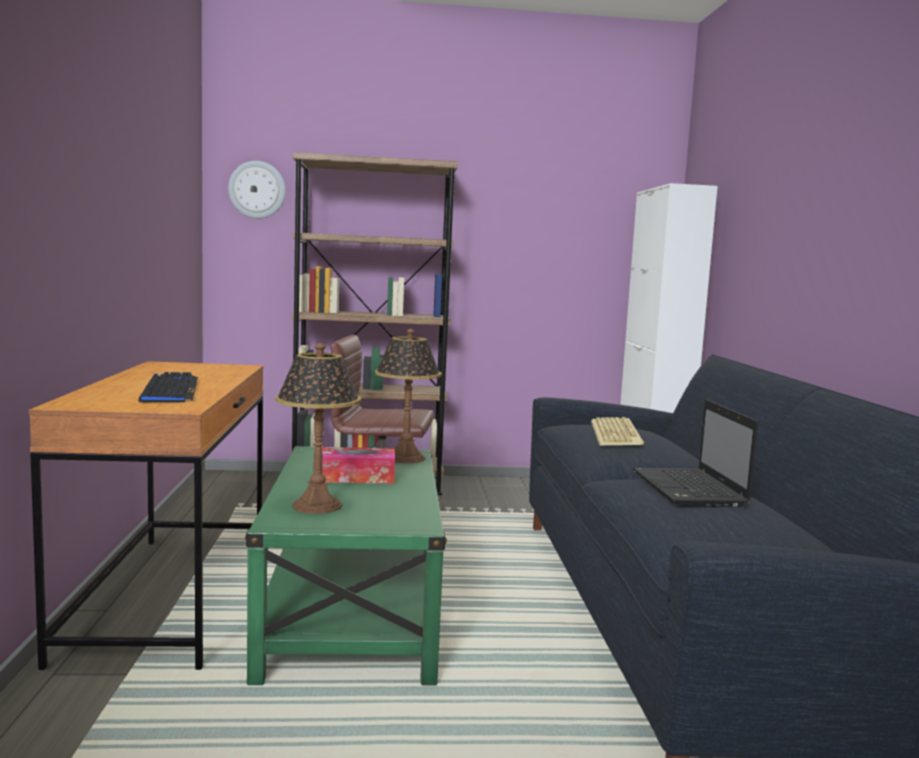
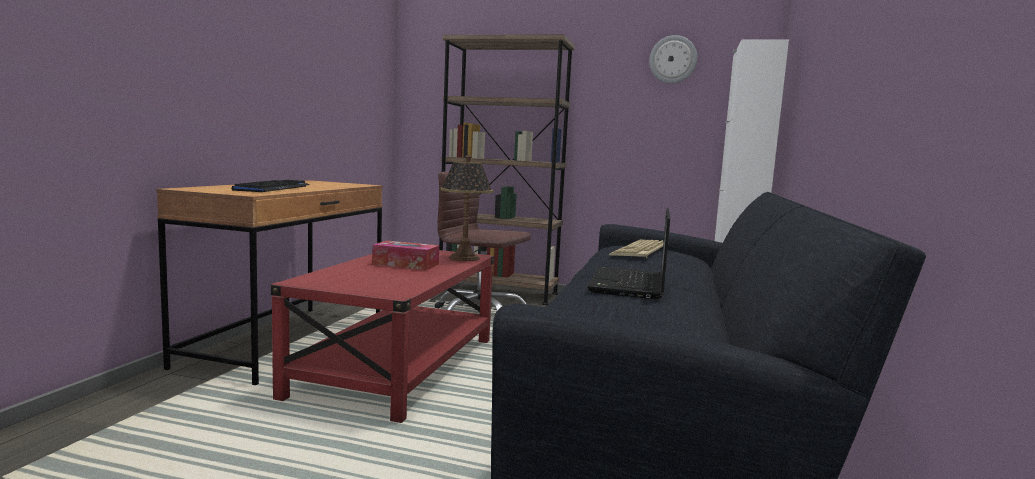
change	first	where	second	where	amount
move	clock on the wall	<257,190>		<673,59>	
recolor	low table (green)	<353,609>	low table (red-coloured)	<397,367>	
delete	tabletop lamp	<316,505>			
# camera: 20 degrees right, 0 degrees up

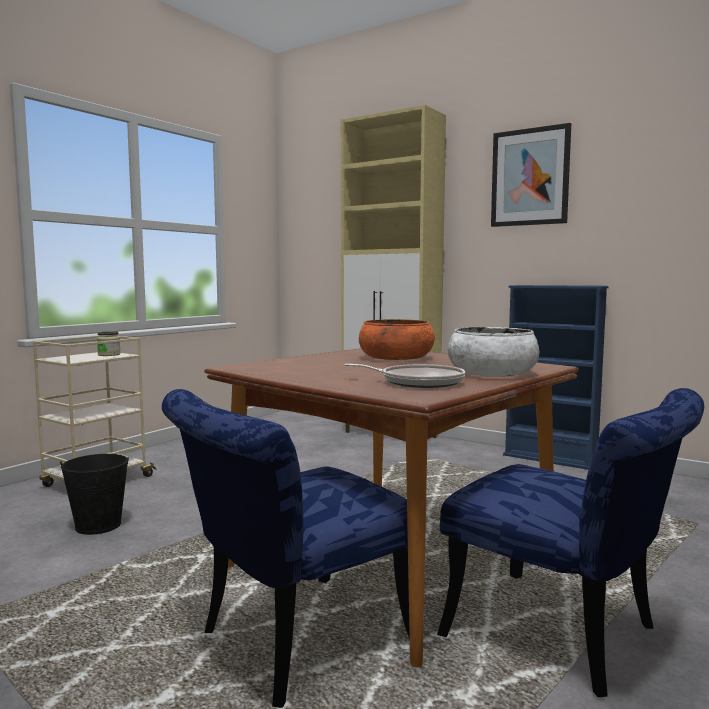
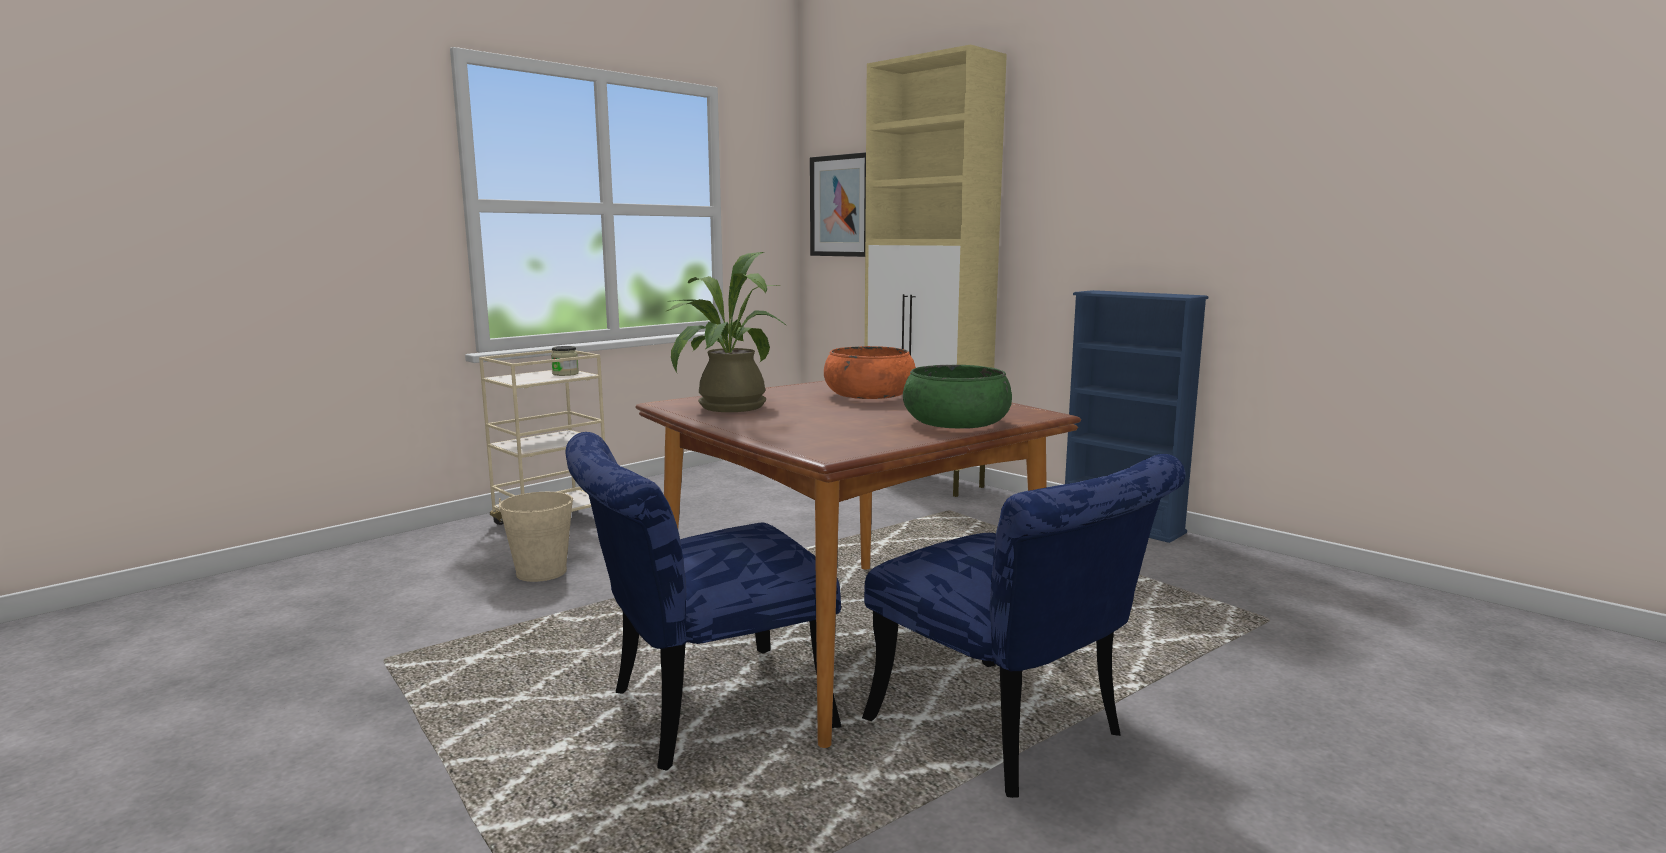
change	first	where	second	where	amount
recolor	bucket (black-coloured)	<98,525>	bucket (beige)	<541,572>	
delete	pan	<418,382>			
recolor	serving bowl (white-coloured)	<492,373>	serving bowl (green)	<956,423>	
move	wall picture	<530,177>		<841,206>	
insert			houseplant	<724,408>	
# camera: 10 degrees right, 5 degrees up

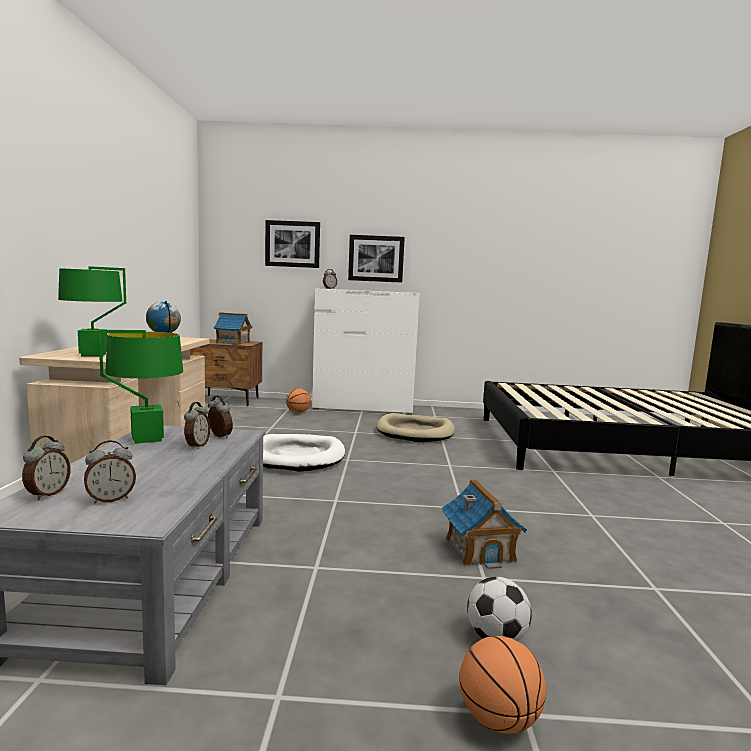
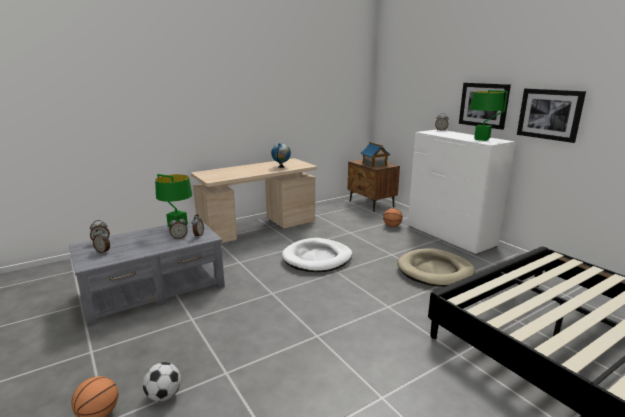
change	first	where	second	where	amount
move	tabletop lamp (green)	<94,355>		<482,139>	
move	wall picture	<292,244>		<549,114>	
delete	toy house	<480,550>			
# camera: 55 degrees right, 10 degrees up

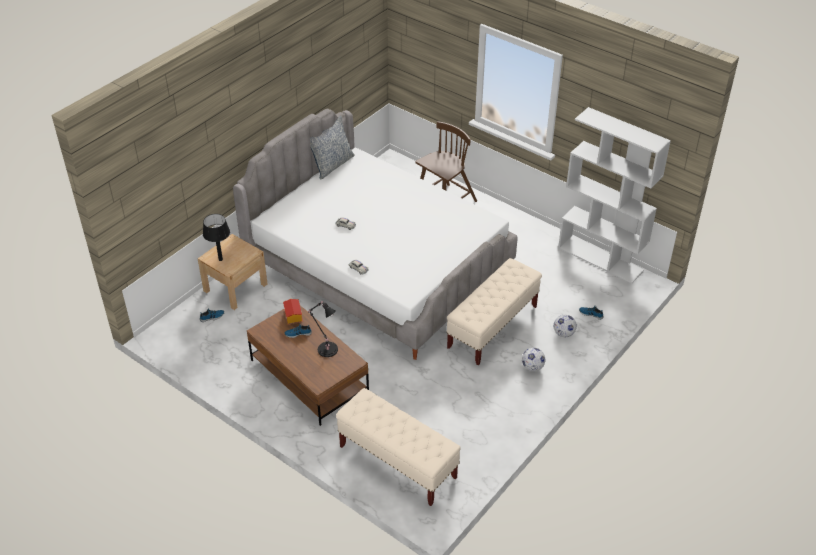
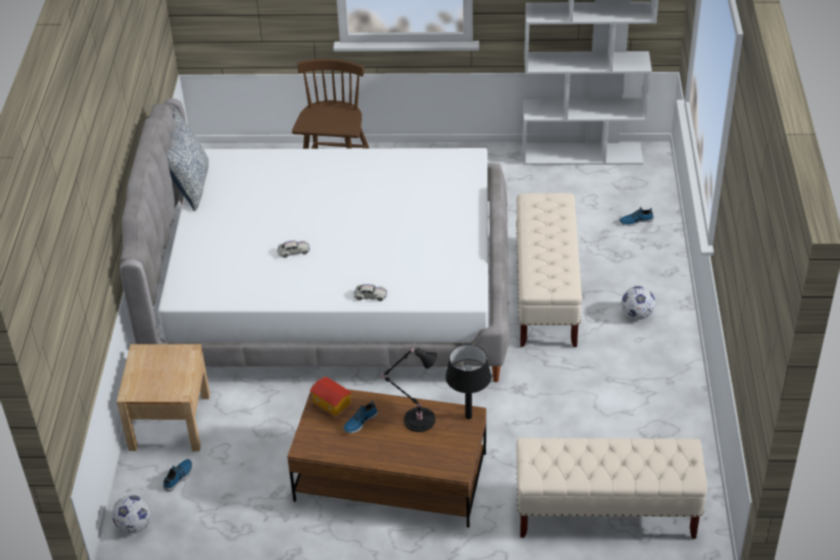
change	first	where	second	where	amount
move	tabletop lamp (black-coloured)	<220,259>		<468,417>	
move	ball for football	<563,333>		<134,526>	
# camera: 35 degrees left, 0 degrees up

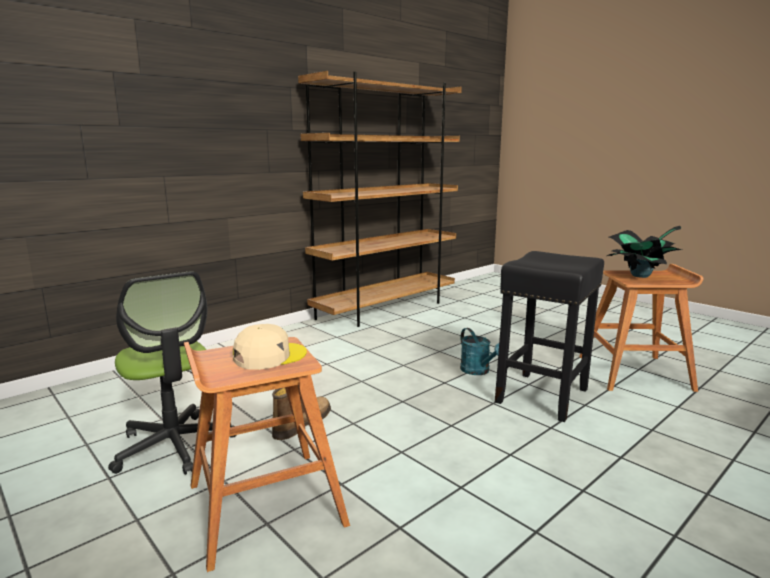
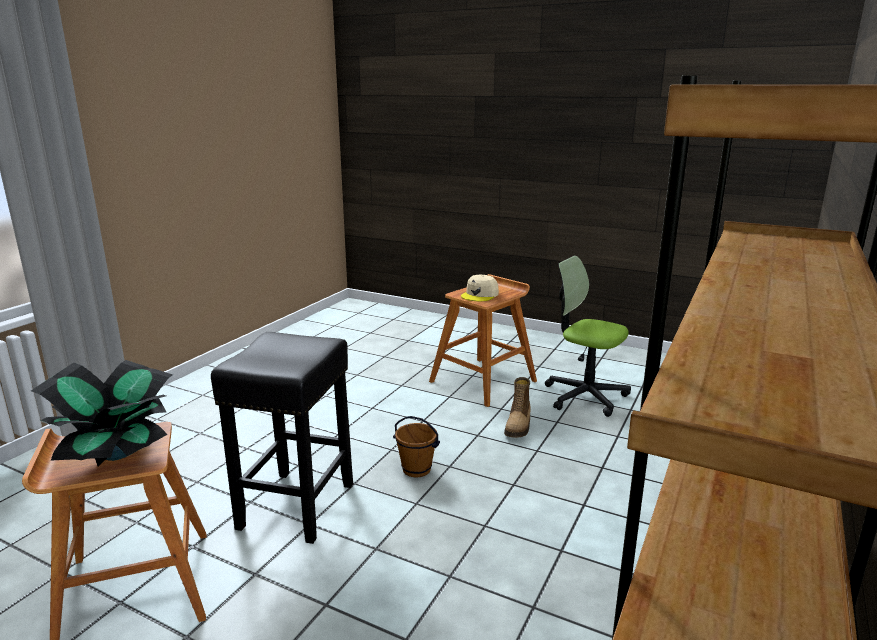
change	first	where	second	where	amount
delete	watering can (blue-green)	<478,371>			
insert			bucket (brown-coloured)	<417,469>	
# camera: 160 degrees right, 5 degrees up

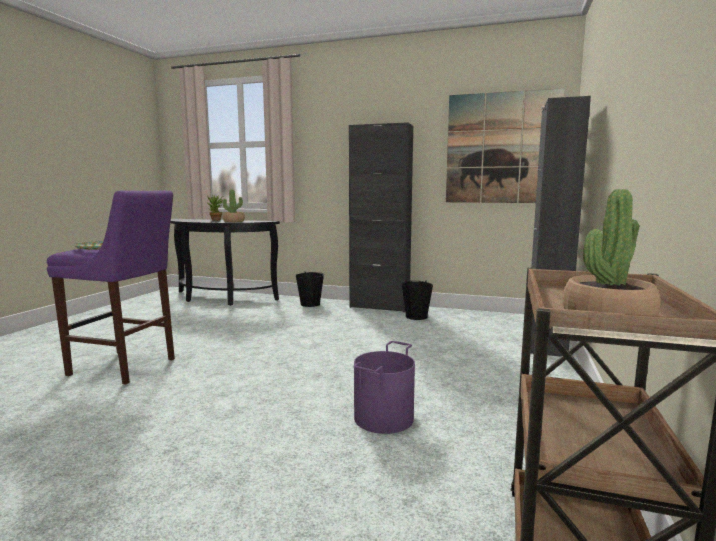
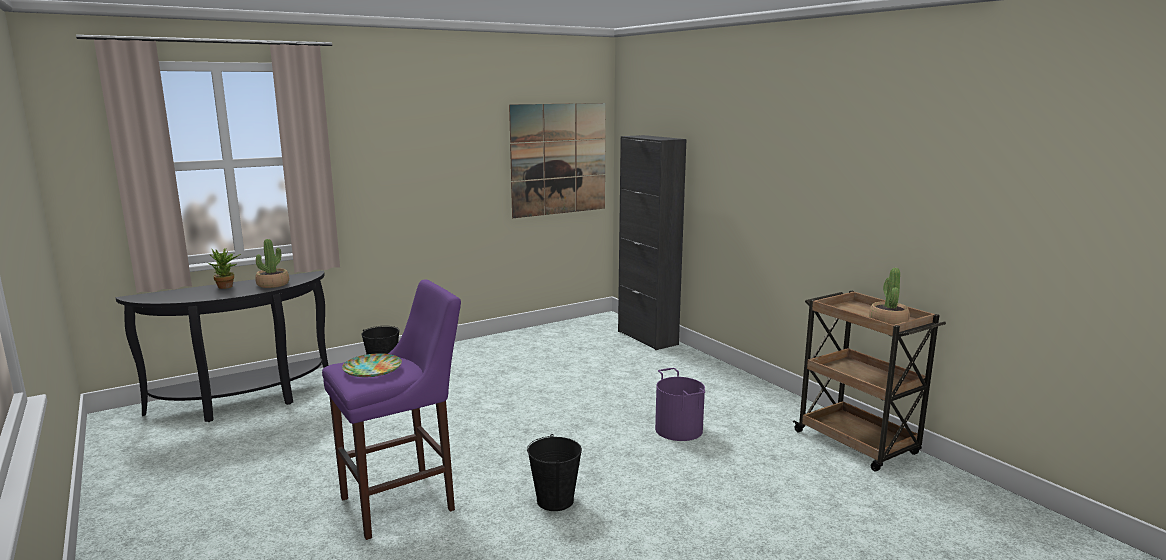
change	first	where	second	where	amount
delete	cabinet (black-coloured)	<379,306>			
move	bucket (black-coloured)	<416,316>		<555,500>	
# camera: 50 degrees left, 5 degrees up

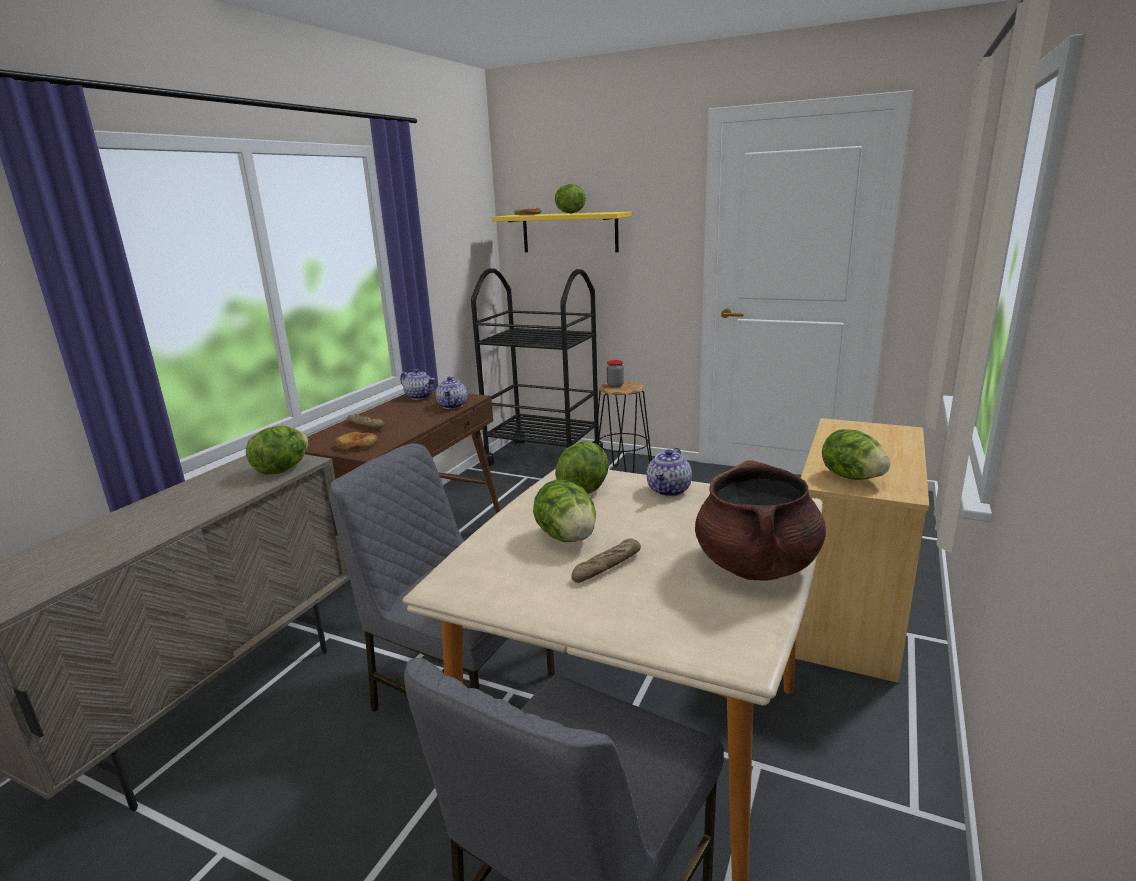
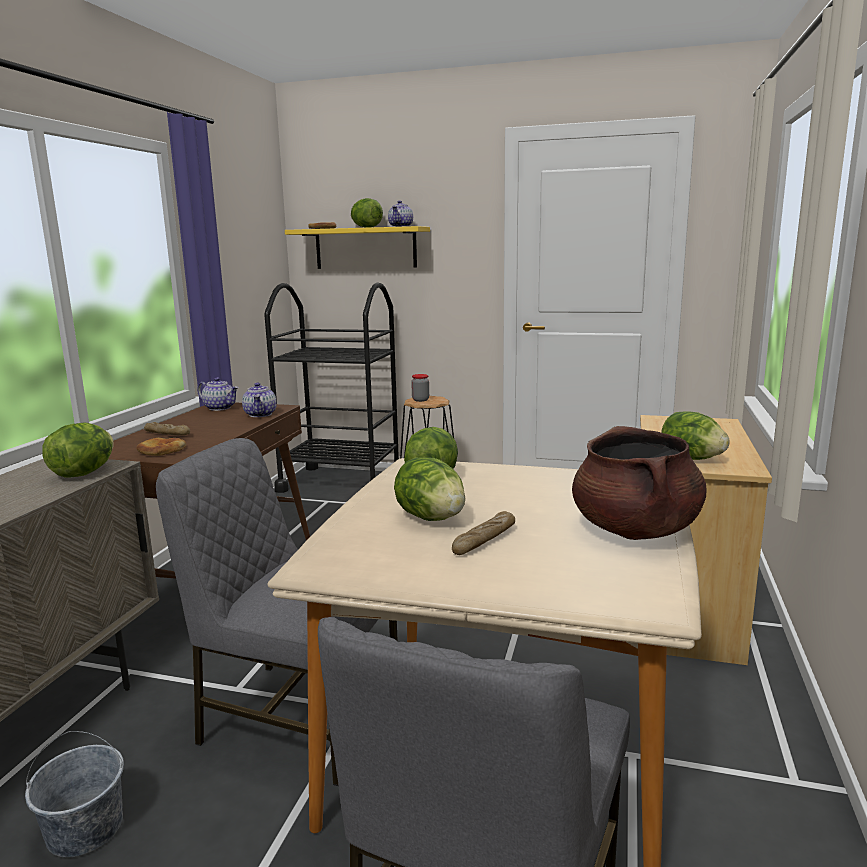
change	first	where	second	where	amount
move	teapot	<669,490>		<401,226>	
insert			bucket (gray)	<84,829>	
# camera: 10 degrees left, 5 degrees down

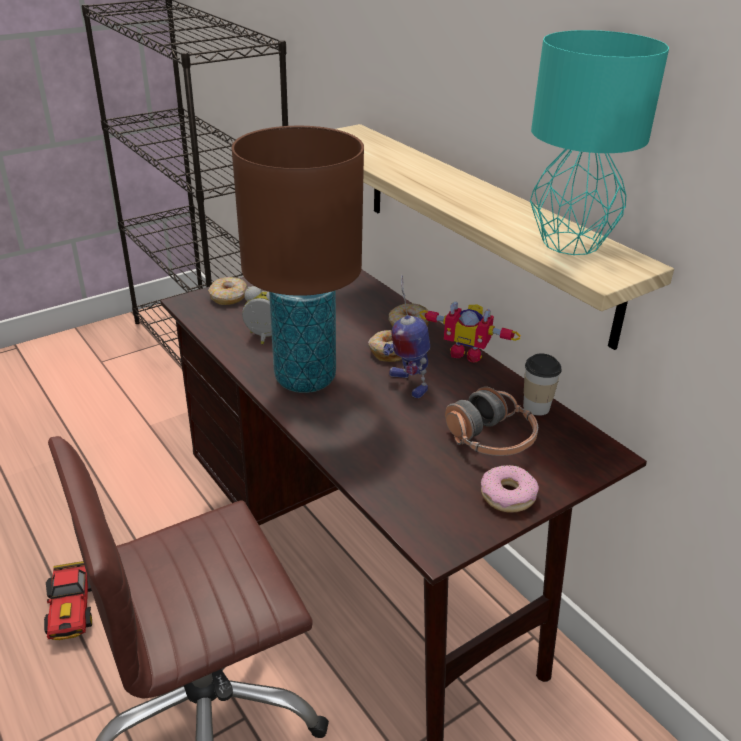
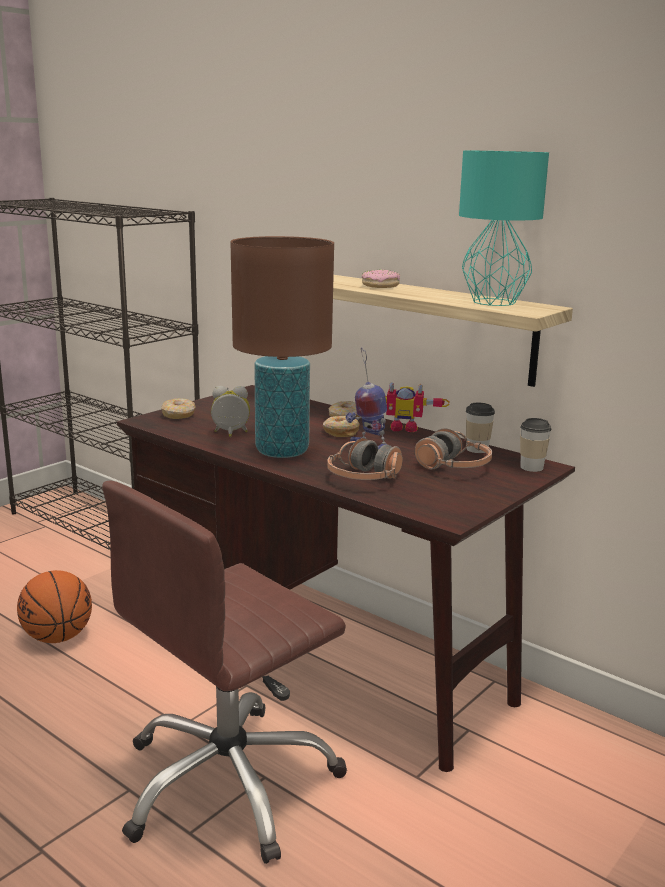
change	first	where	second	where	amount
delete	toy car	<71,612>			
move	ring doughnut	<508,496>		<380,285>	
insert			basketball ball	<58,637>	
insert			headphones	<364,478>	
insert			cup	<531,467>	
# camera: 15 degrees left, 15 degrees down

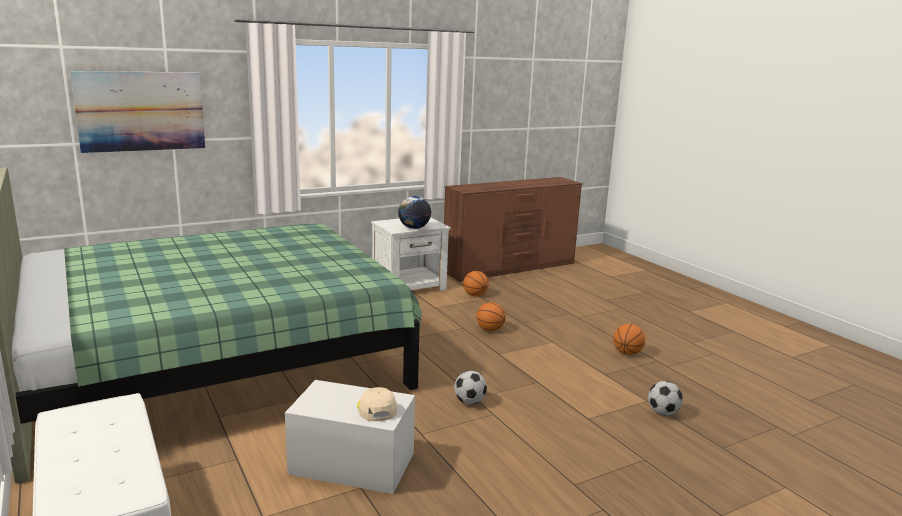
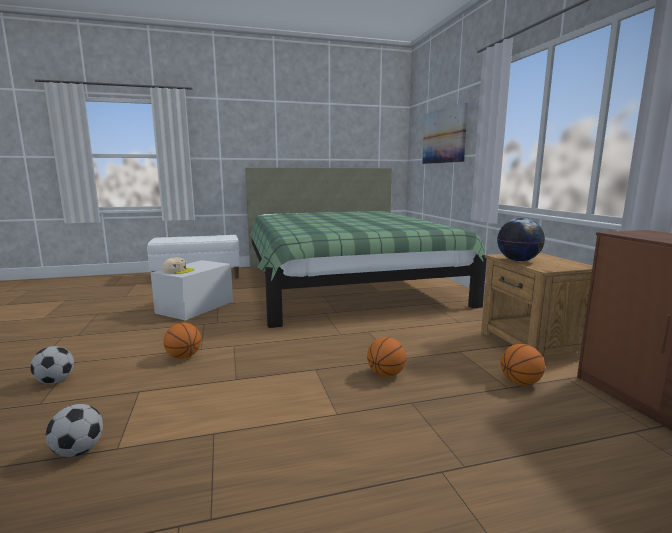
change	first	where	second	where	amount
recolor	nightstand (white-coloured)	<410,286>	nightstand (brown-coloured)	<531,344>	
move	ball for football	<469,402>		<55,381>	
move	basketball ball	<627,353>		<184,357>	
# camera: 105 degrees right, 5 degrees down

